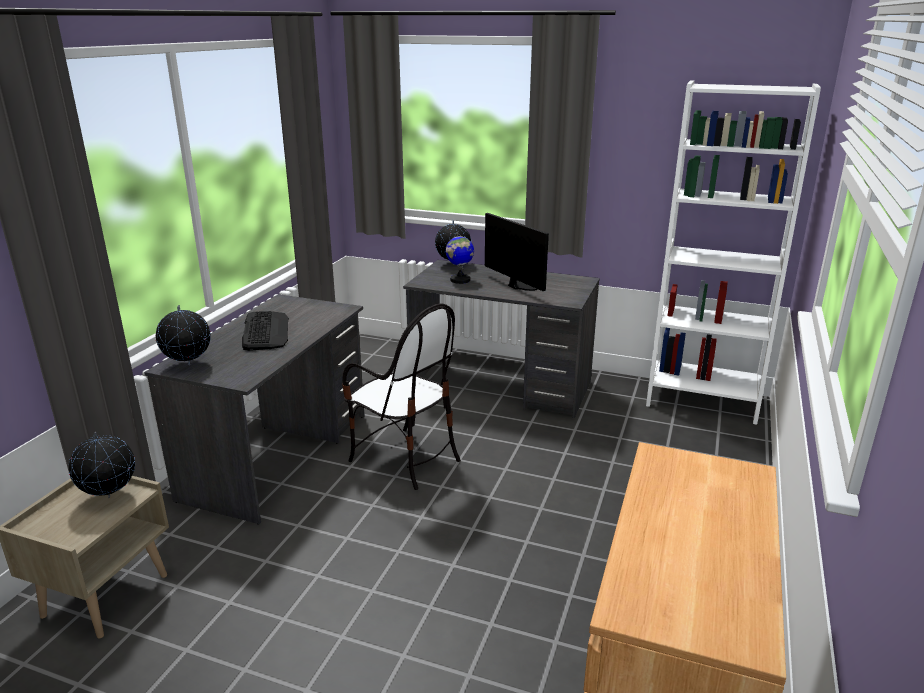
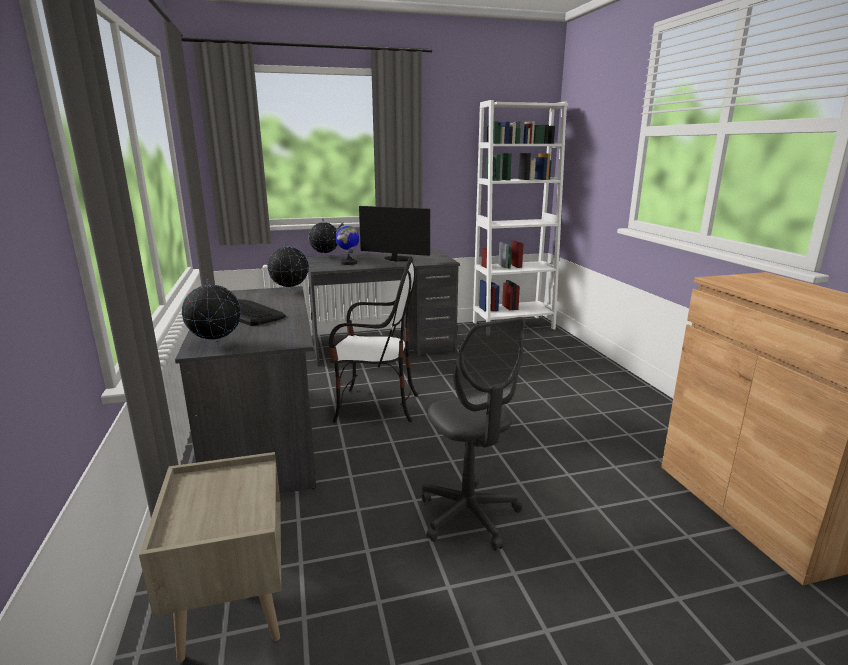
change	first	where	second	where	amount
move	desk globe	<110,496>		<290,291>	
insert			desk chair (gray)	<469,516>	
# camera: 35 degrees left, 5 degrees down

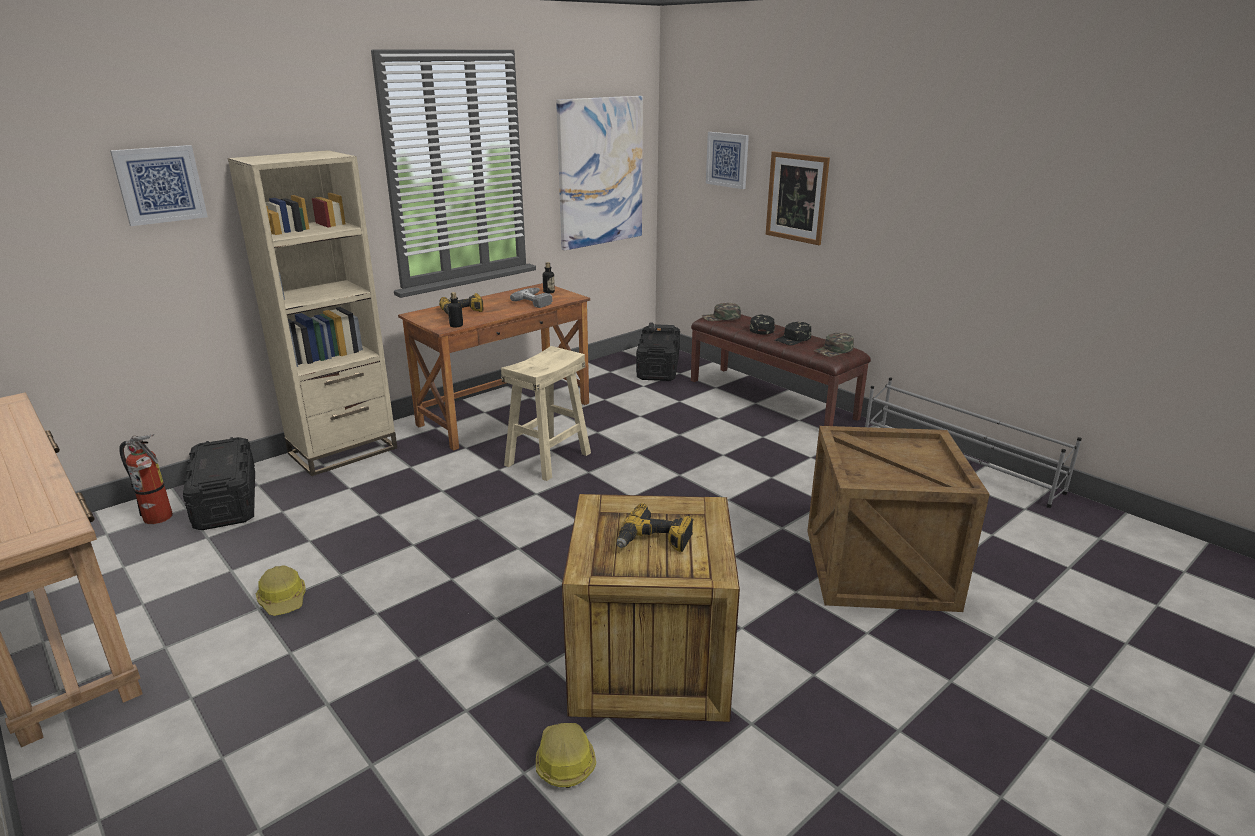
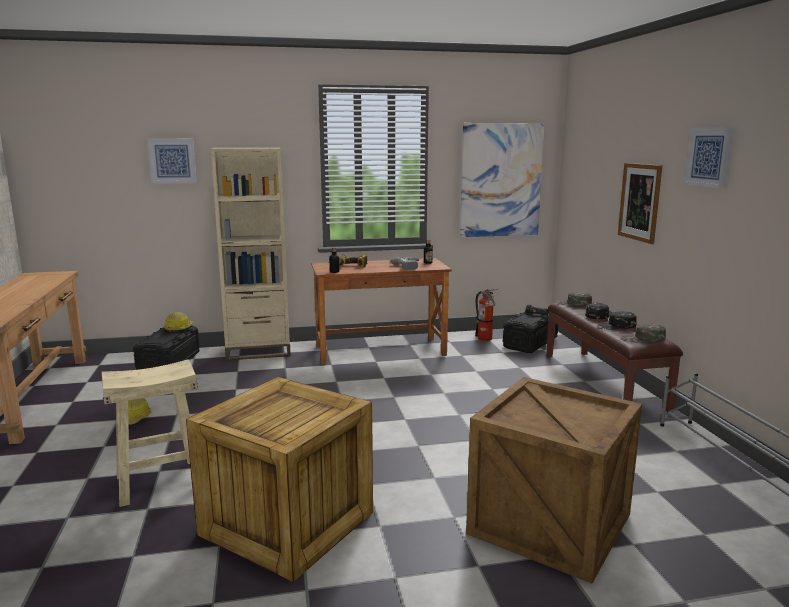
change	first	where	second	where	amount
move	fire extinguisher	<159,519>		<485,339>	
move	stool seat (beige)	<548,459>		<159,482>	
move	safety helmet	<564,761>		<179,328>	
delete	electric drill	<654,541>			
move	wall picture	<727,160>		<709,157>	
# camera: 30 degrees right, 10 degrees down

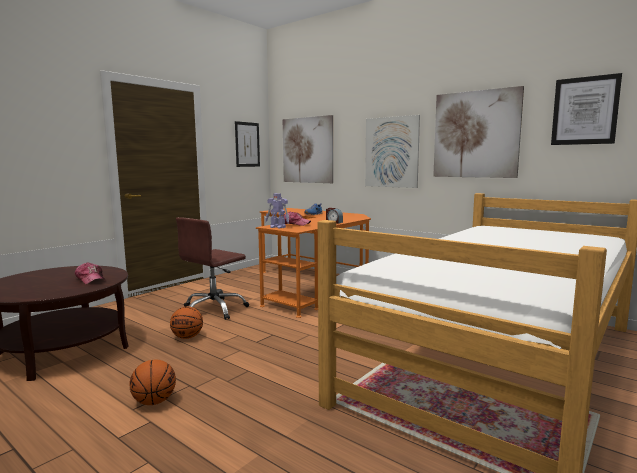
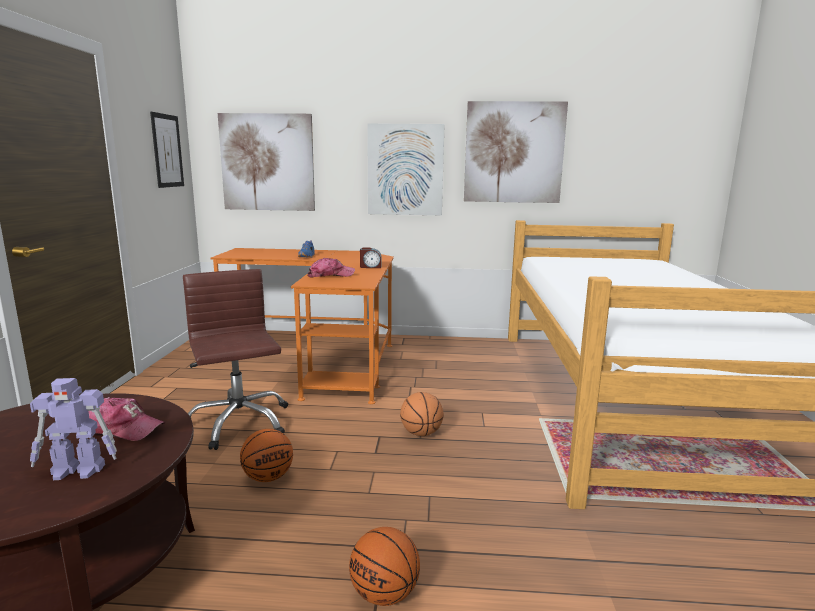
change	first	where	second	where	amount
rotate	desk chair (brown-coloured)	<214,310>		<239,422>	150 degrees clockwise
move	toy robot	<278,227>		<79,470>	
delete	wall picture	<585,111>			
insert			basketball ball	<421,433>	
# camera: 35 degrees left, 5 degrees up

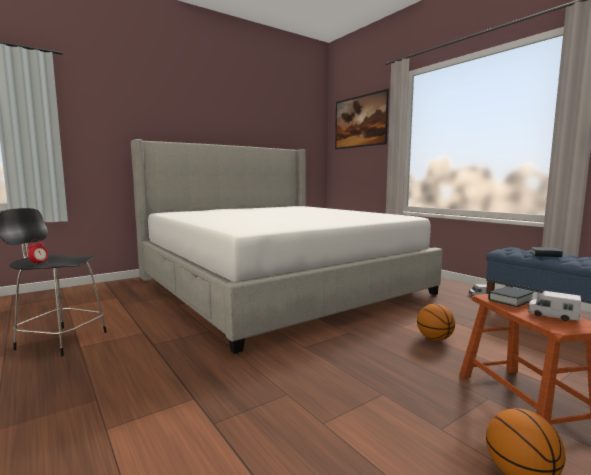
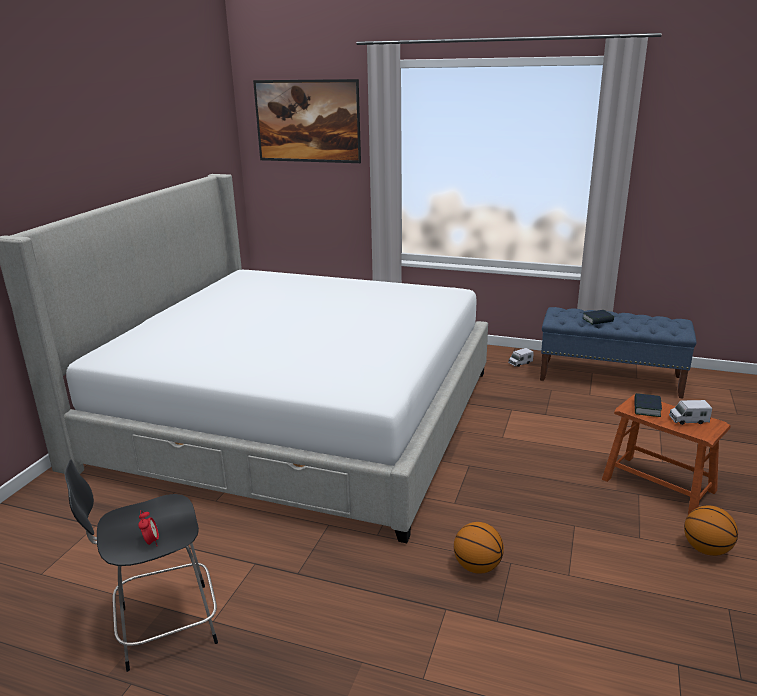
change	first	where	second	where	amount
move	basketball ball	<434,339>		<477,567>	
# camera: 35 degrees left, 15 degrees up

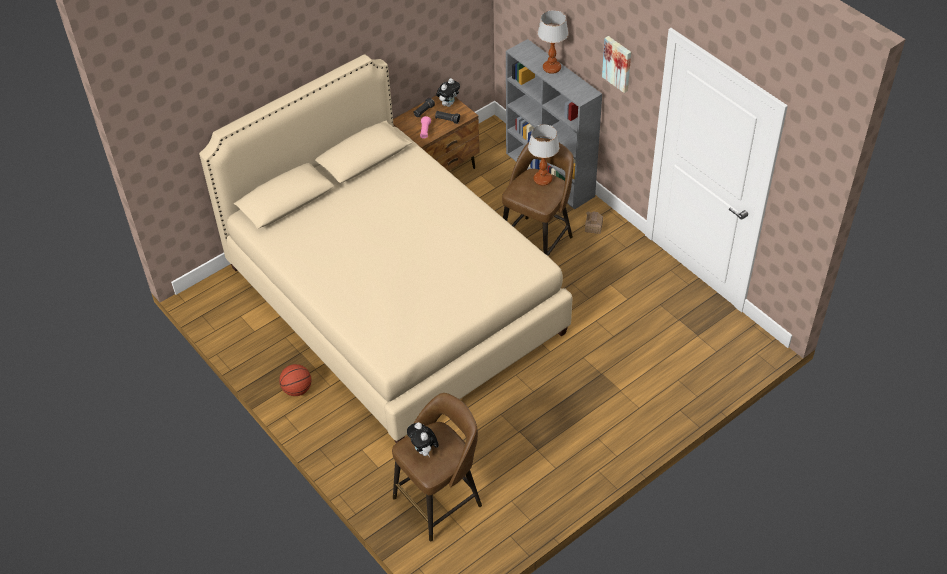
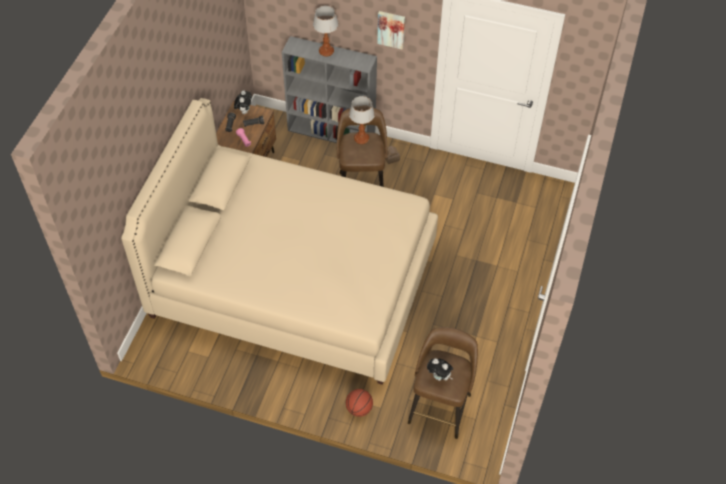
change	first	where	second	where	amount
move	basketball ball	<297,389>		<359,409>	
# camera: 35 degrees left, 5 degrees up

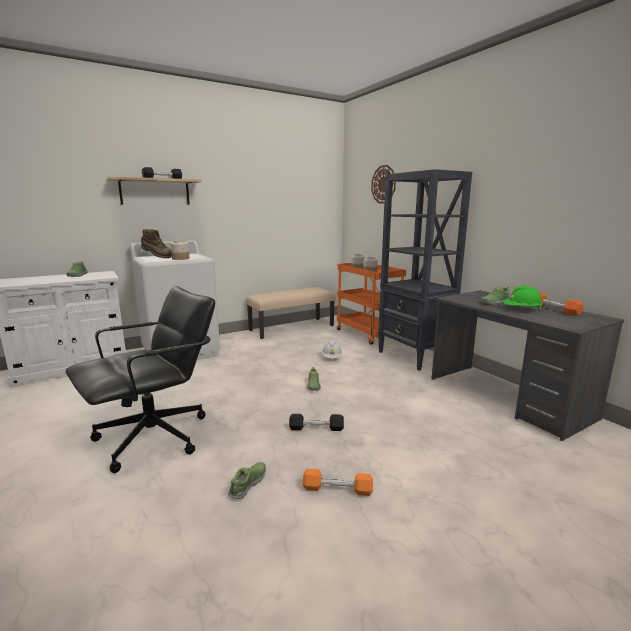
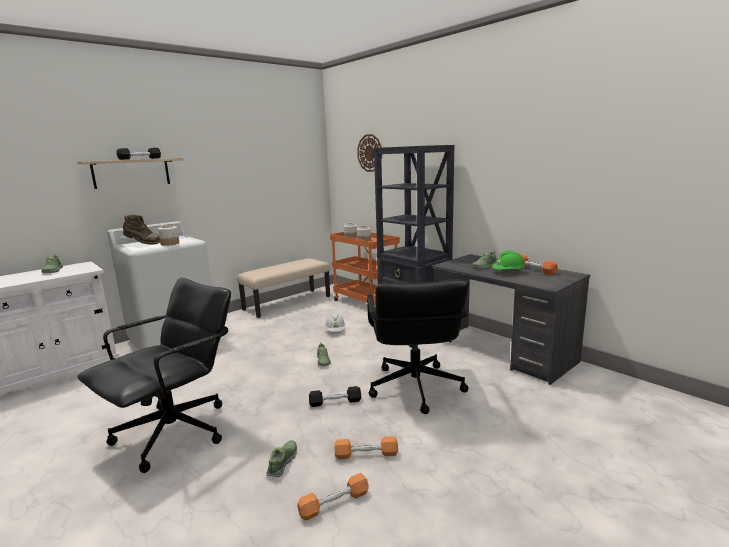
change	first	where	second	where	amount
insert			free weight (orangey)	<334,503>	
insert			desk chair (black-coloured)	<415,388>	
# camera: 10 degrees left, 0 degrees up

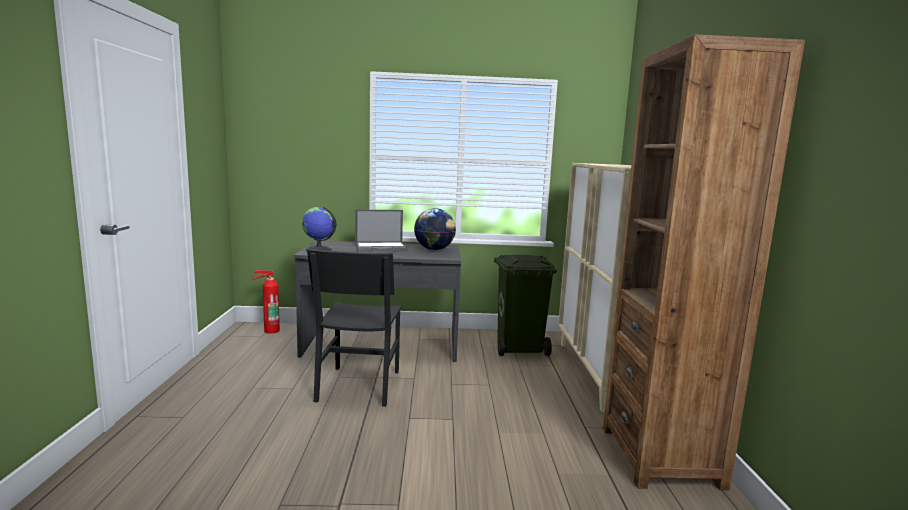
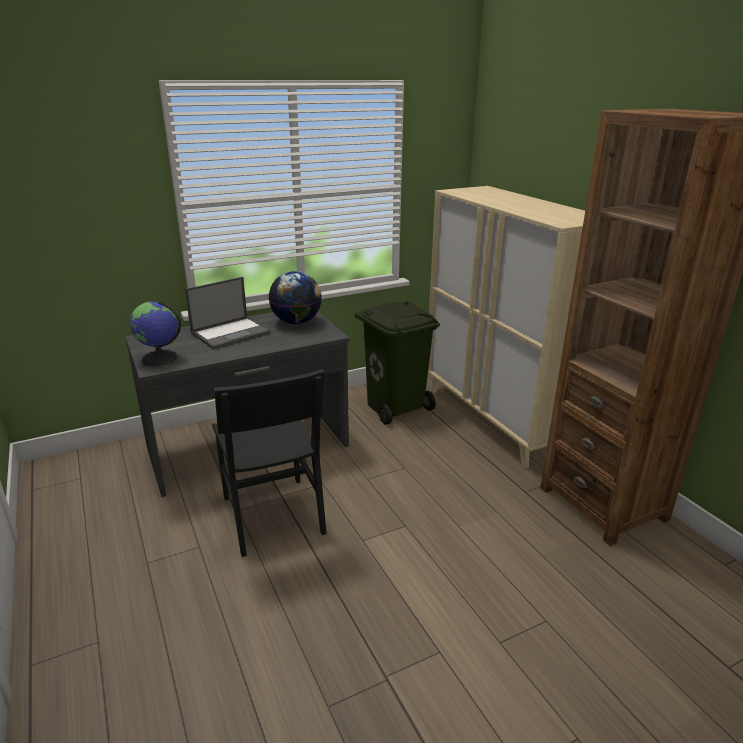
change	first	where	second	where	amount
delete	fire extinguisher	<270,330>			
# camera: 25 degrees left, 15 degrees up

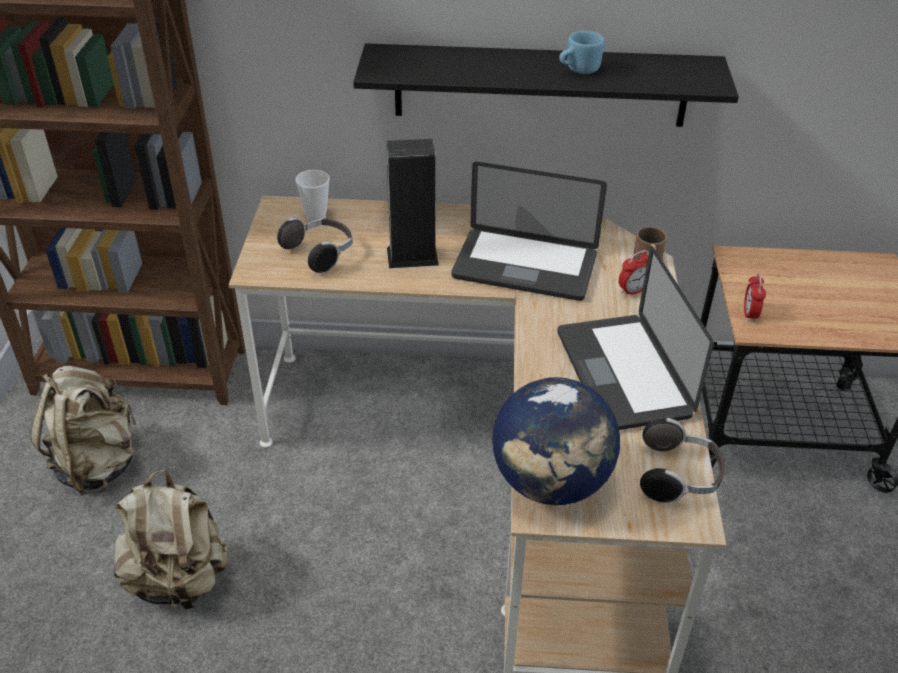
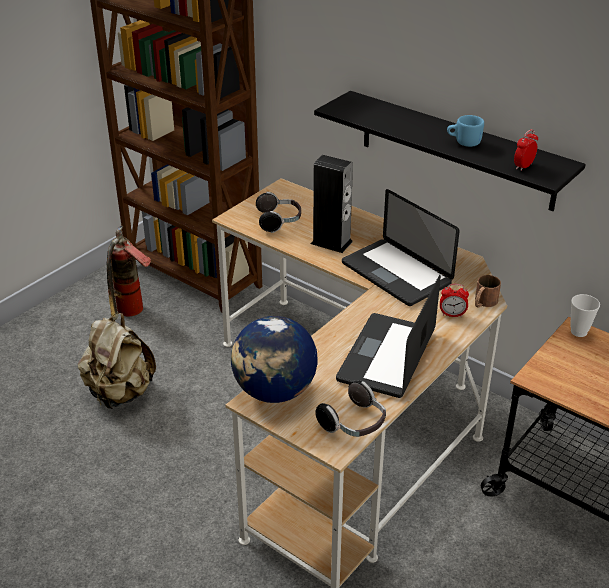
change	first	where	second	where	amount
replace	backpack (beige)	<98,463>	fire extinguisher	<130,315>	
move	cup	<316,216>		<579,332>	
move	table clock	<749,314>		<523,166>	
# camera: 35 degrees right, 5 degrees down

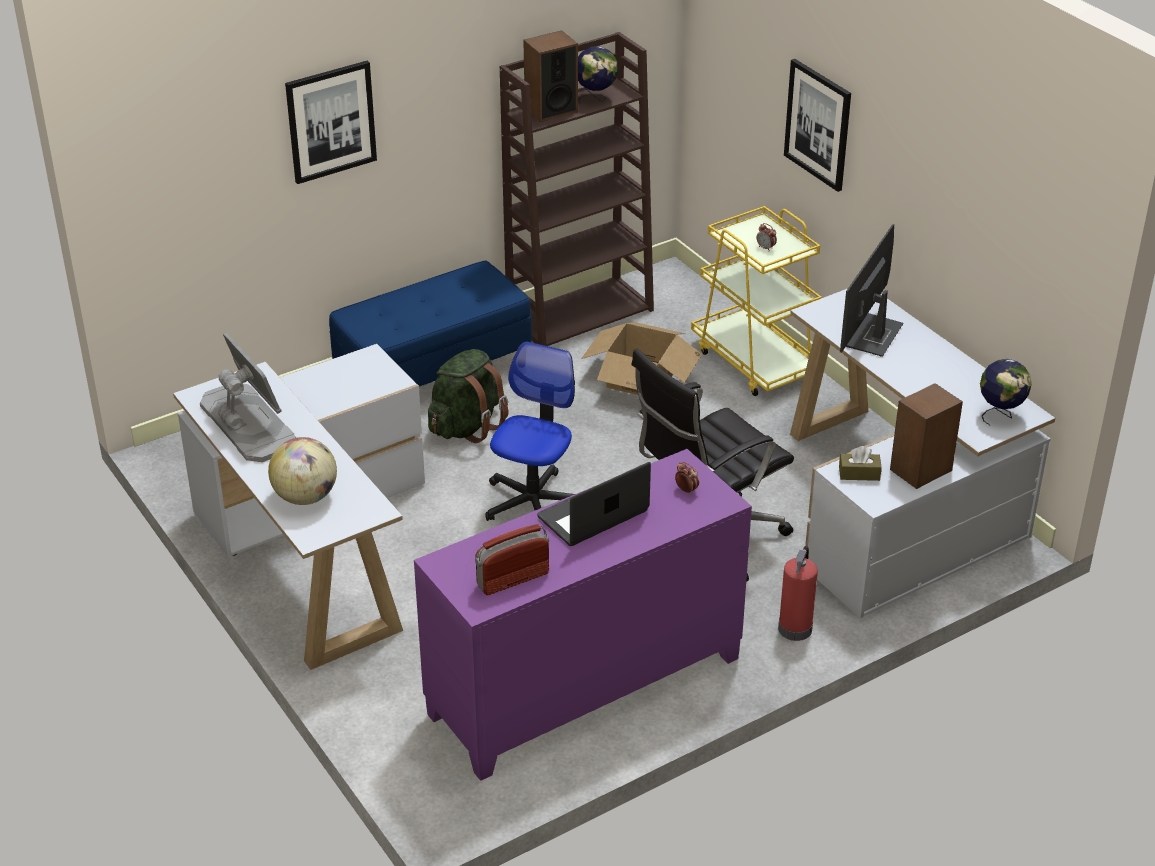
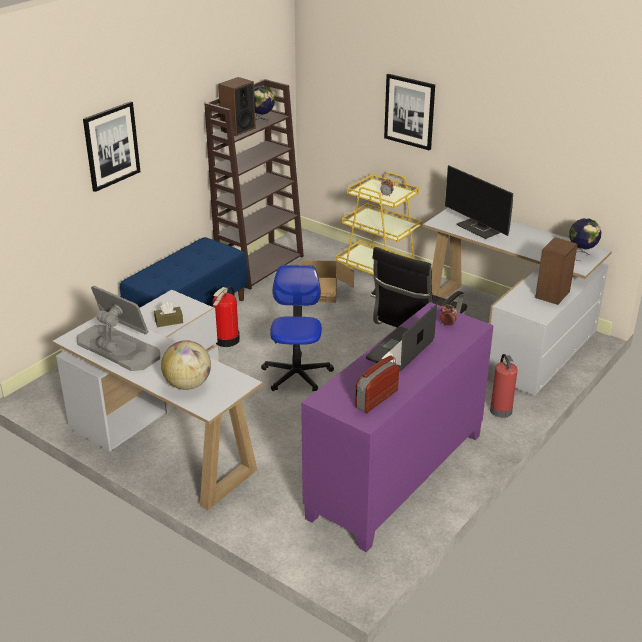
change	first	where	second	where	amount
replace	backpack (green)	<467,426>	fire extinguisher	<227,340>	
move	box of tissues (brown-coloured)	<859,473>		<169,321>	
rotate	computer screen	<873,336>		<480,229>	45 degrees counterclockwise
# camera: 20 degrees left, 5 degrees down

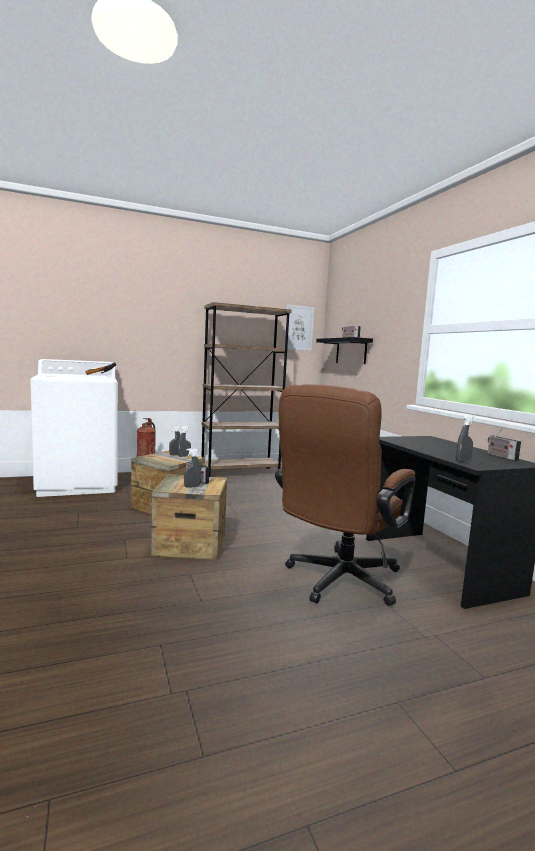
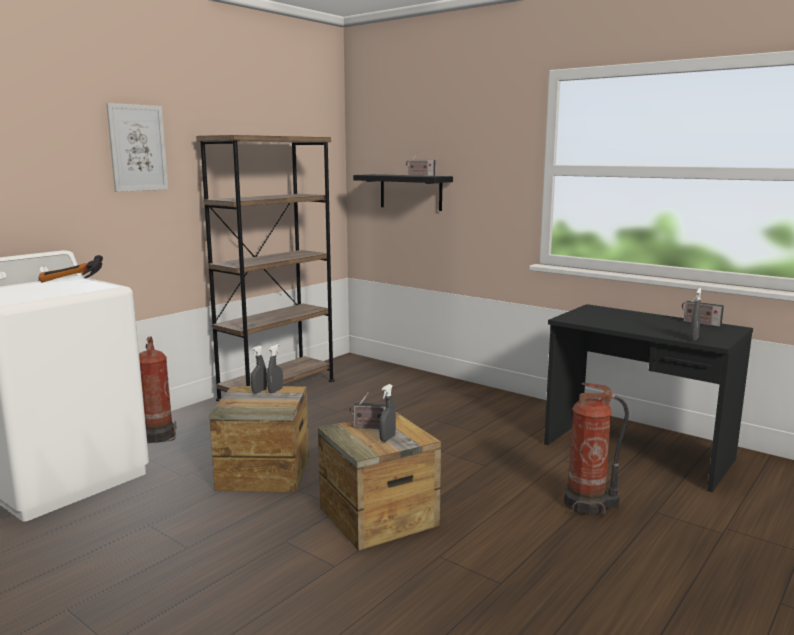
change	first	where	second	where	amount
replace	desk chair (brown-coloured)	<337,582>	fire extinguisher	<588,505>	
move	wall picture	<298,328>		<137,148>	
# camera: 30 degrees left, 5 degrees up

